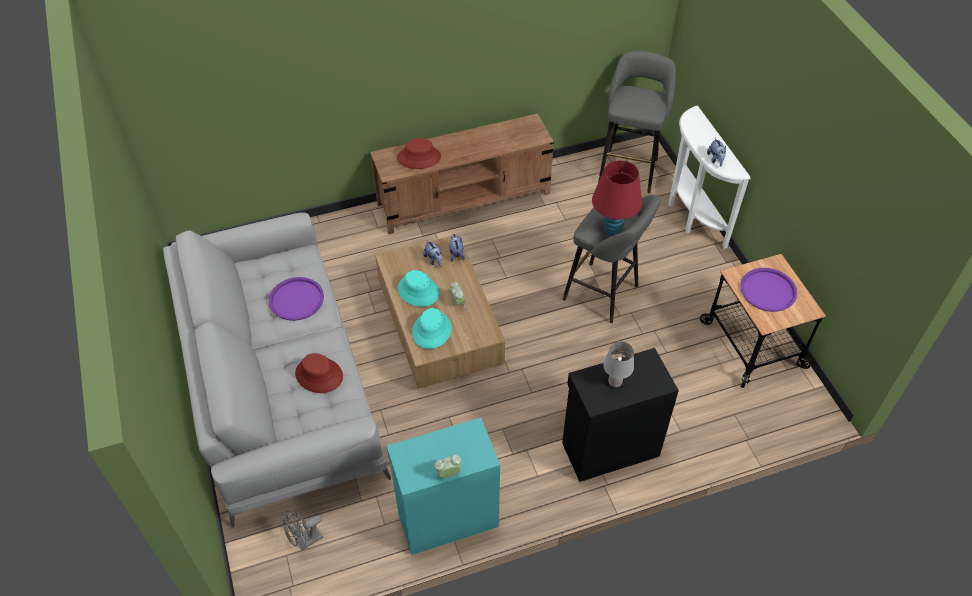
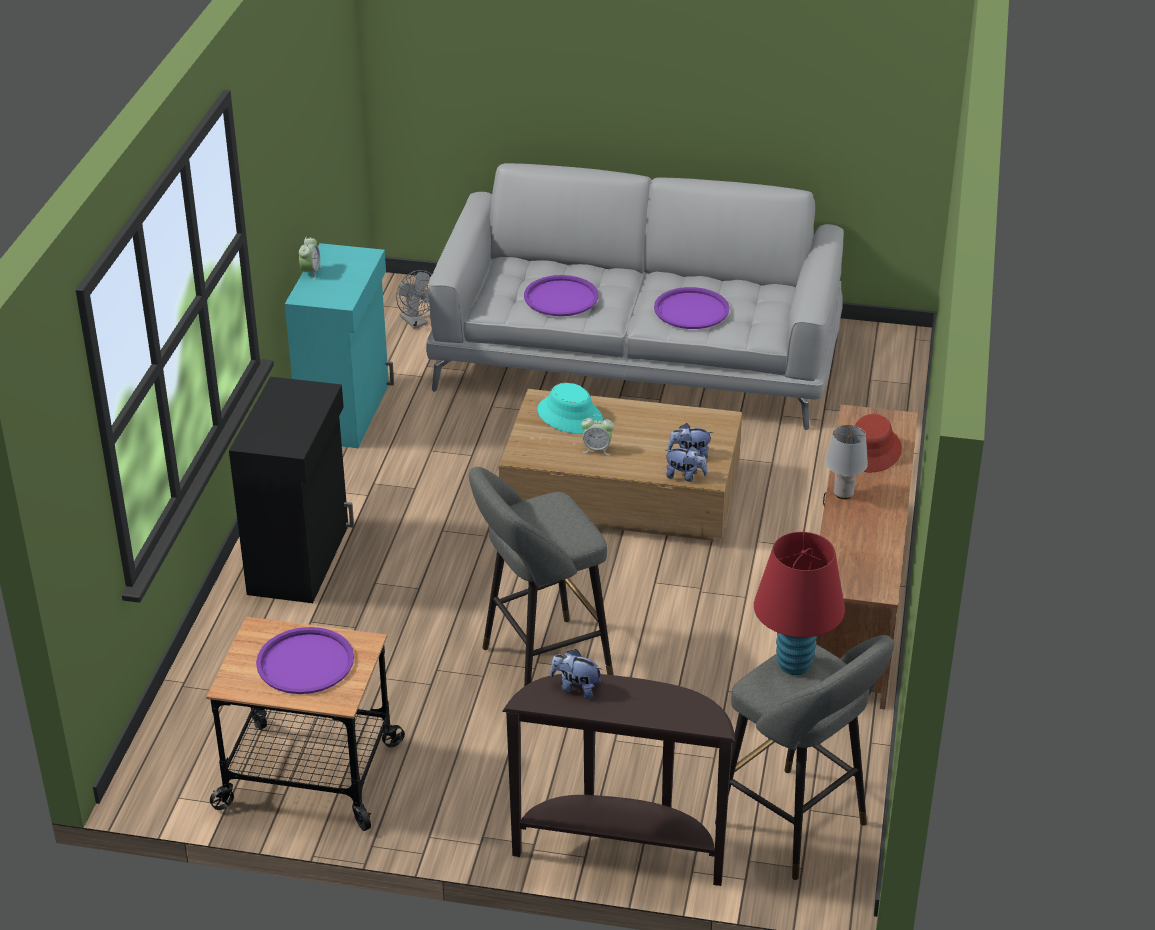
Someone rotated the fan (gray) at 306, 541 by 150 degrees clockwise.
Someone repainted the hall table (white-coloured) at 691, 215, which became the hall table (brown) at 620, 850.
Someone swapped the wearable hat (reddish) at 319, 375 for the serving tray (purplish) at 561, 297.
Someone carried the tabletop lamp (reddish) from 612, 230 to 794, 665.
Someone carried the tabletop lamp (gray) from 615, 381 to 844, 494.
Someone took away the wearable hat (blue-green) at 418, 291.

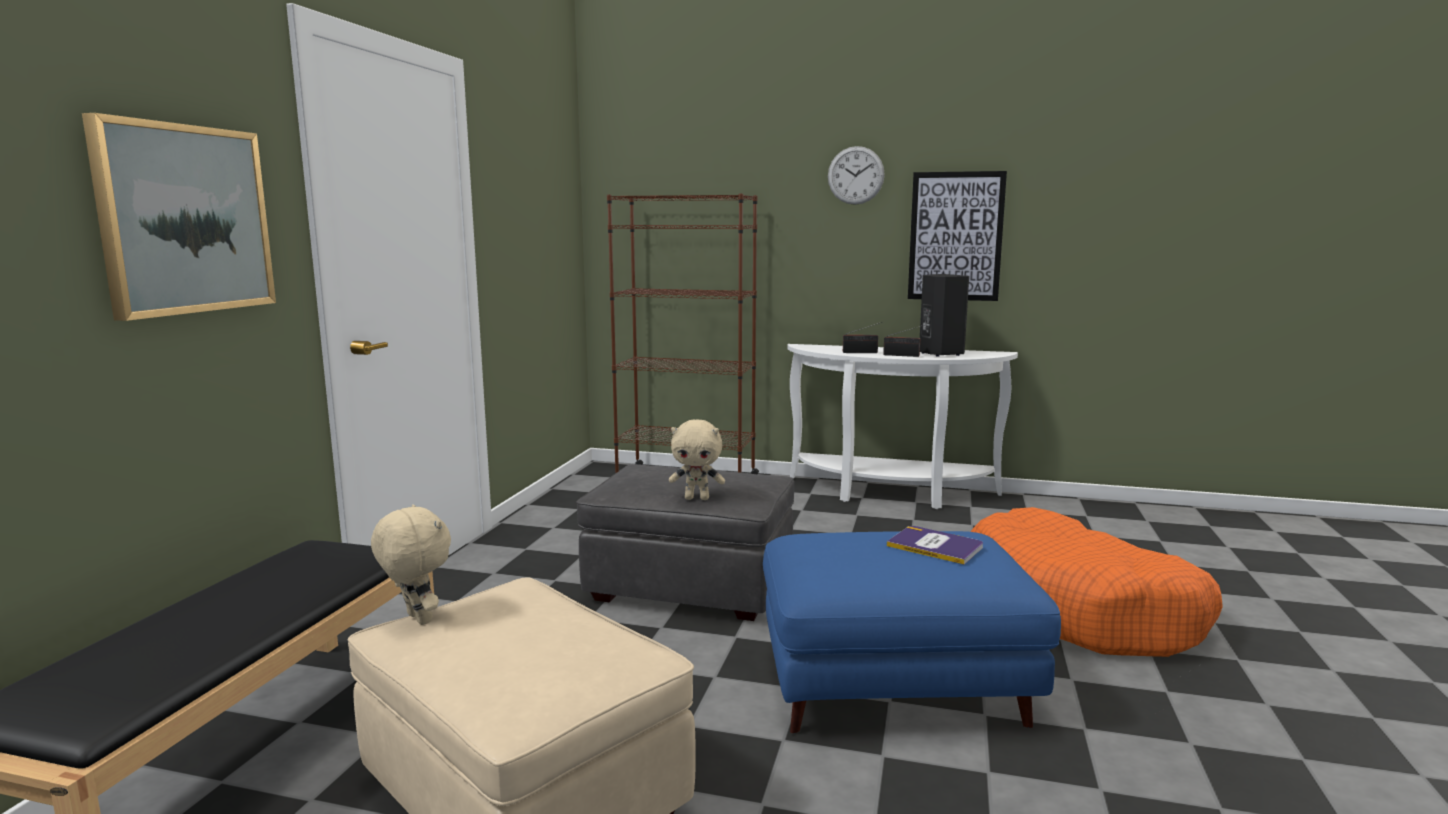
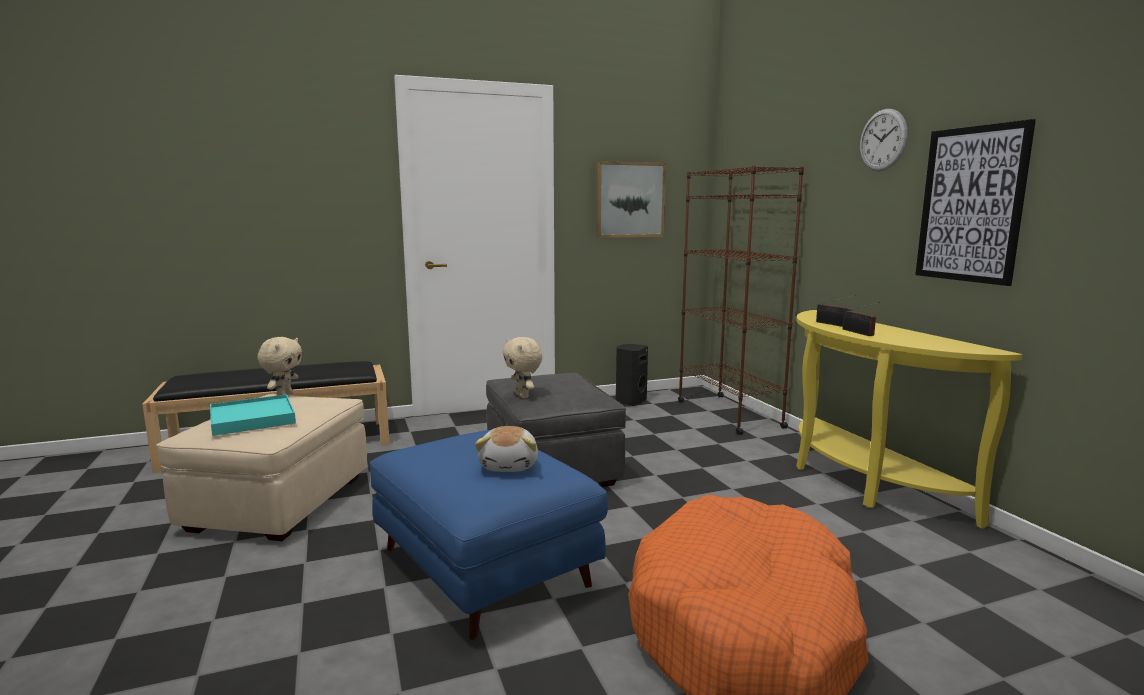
Someone put down the serving tray (blue-green) at 252, 419.
Someone swapped the bound book at 935, 546 for the soft toy at 510, 465.
Someone carried the wall art from 185, 219 to 630, 200.
Someone carried the audio speaker (blackish) from 939, 354 to 630, 401.
Someone repainted the hall table (white-coloured) at 890, 494, which became the hall table (yellow) at 858, 481.

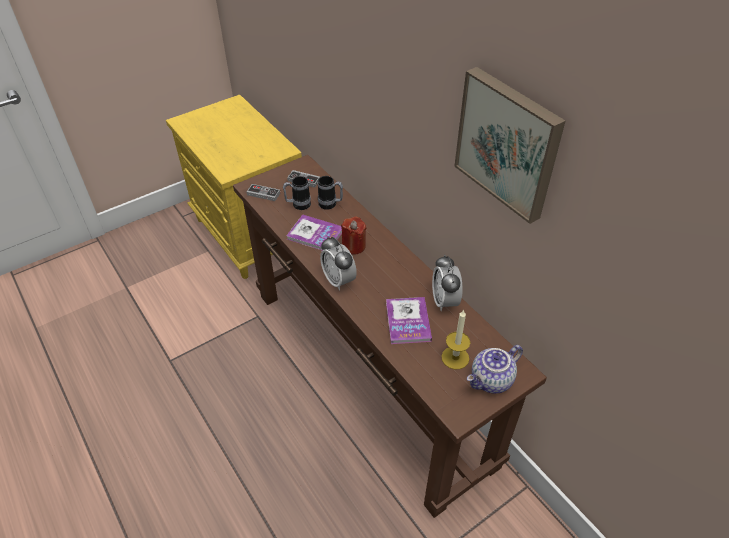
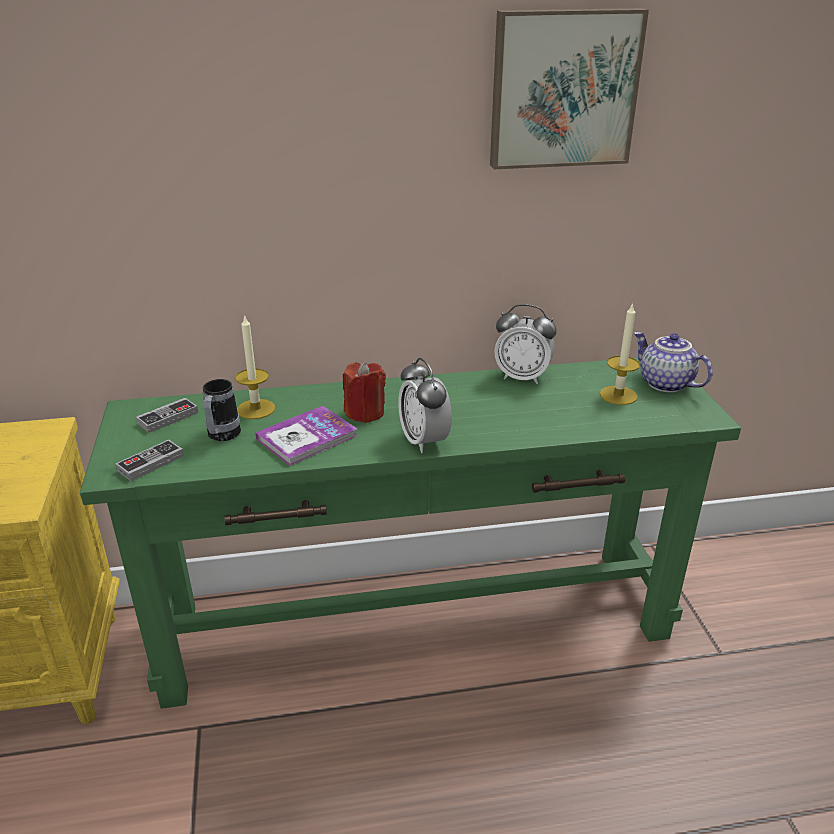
Someone repainted the hall table (brown) at 367, 373, which became the hall table (green-coloured) at 416, 624.
Someone swapped the coffee mug at 331, 205 for the wax light at 256, 409.
Someone rotated the bedside clock at 339, 280 by 75 degrees clockwise.
Someone rotated the tea pot at 492, 381 by 150 degrees clockwise.
Someone took away the bound book at 408, 321.

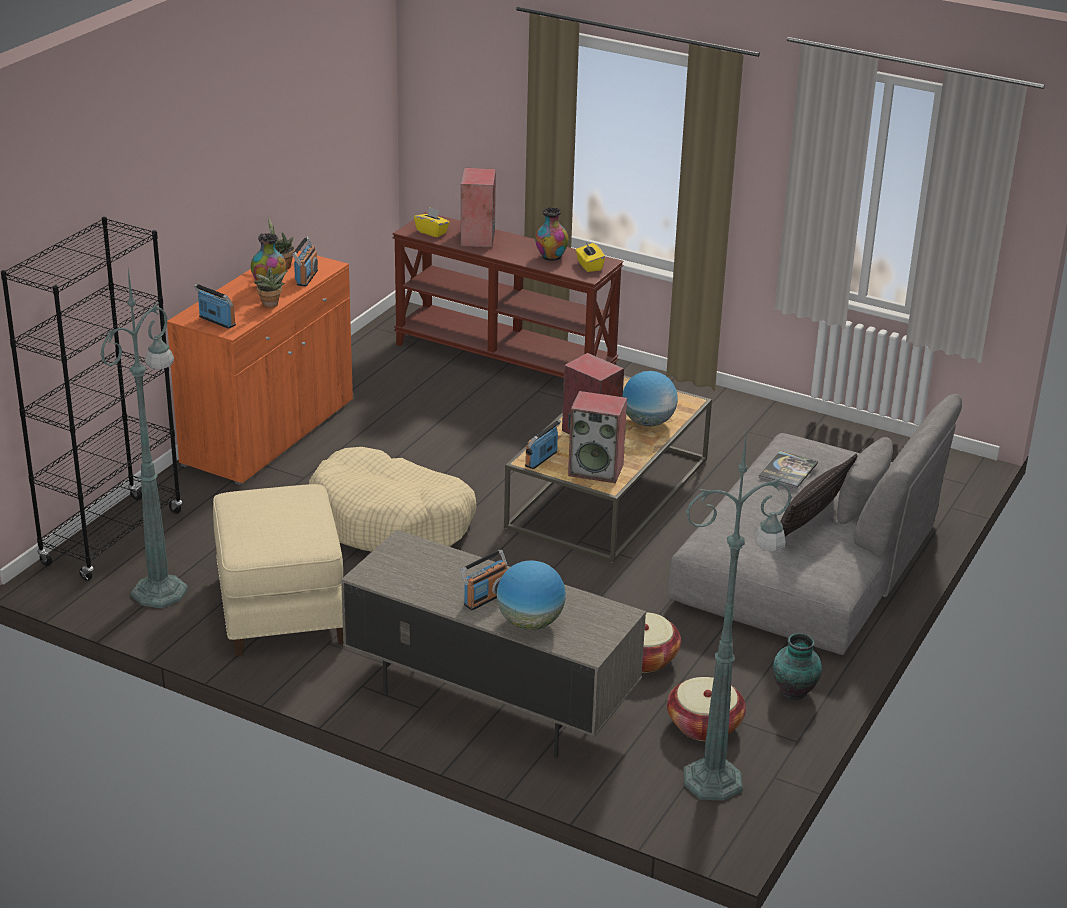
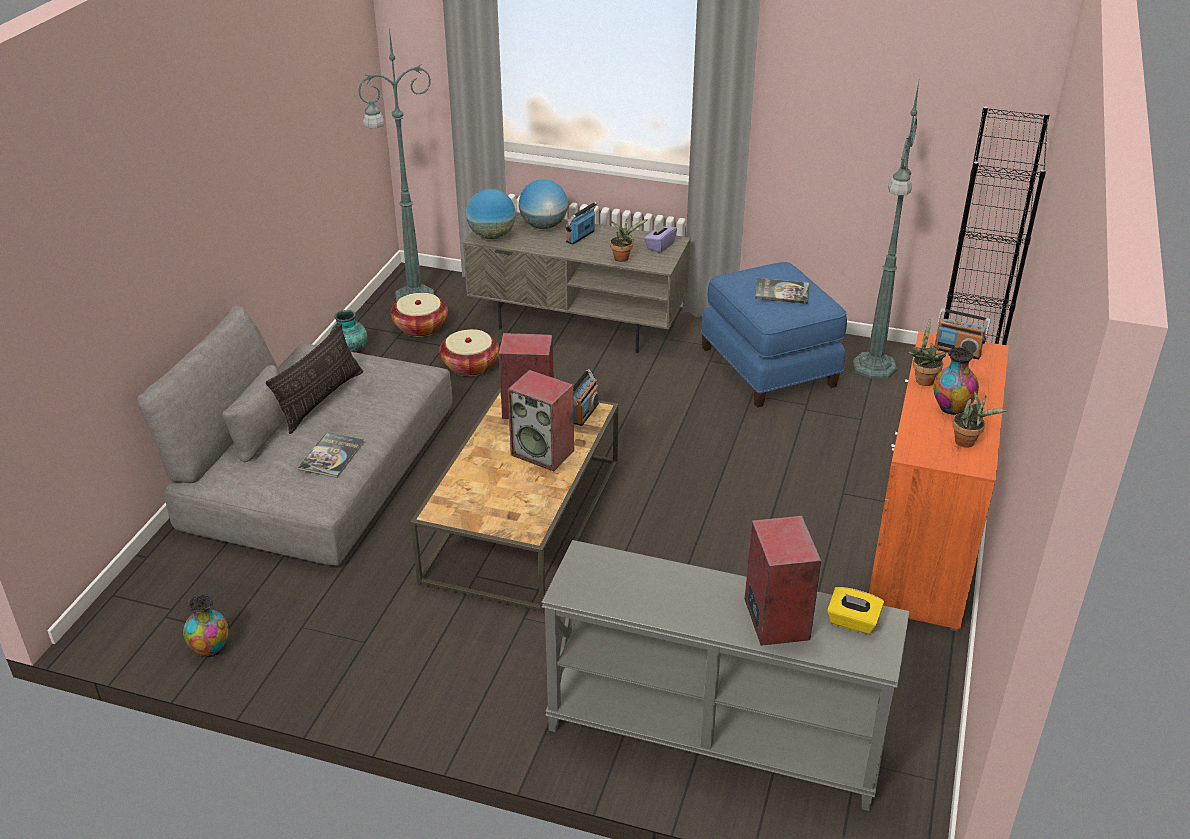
Someone carried the decorative vase from 551, 257 to 211, 649.
Someone carried the world globe from 648, 422 to 492, 236.
Someone repainted the hall table (brown) at 506, 358, which became the hall table (gray) at 712, 737.
Someone put down the potted plant at 623, 258.
Someone put down the tissue holder (purplish) at 660, 246.
Someone repainted the footrest (beige) at 280, 608, which became the footrest (blue-coloured) at 770, 366.
Someone put down the bound book at 782, 292.
Someone took away the radio at 306, 277.
Someone took away the dog cushion (beige) at 391, 521.
Someone took away the tissue holder (yellow) at 589, 266.

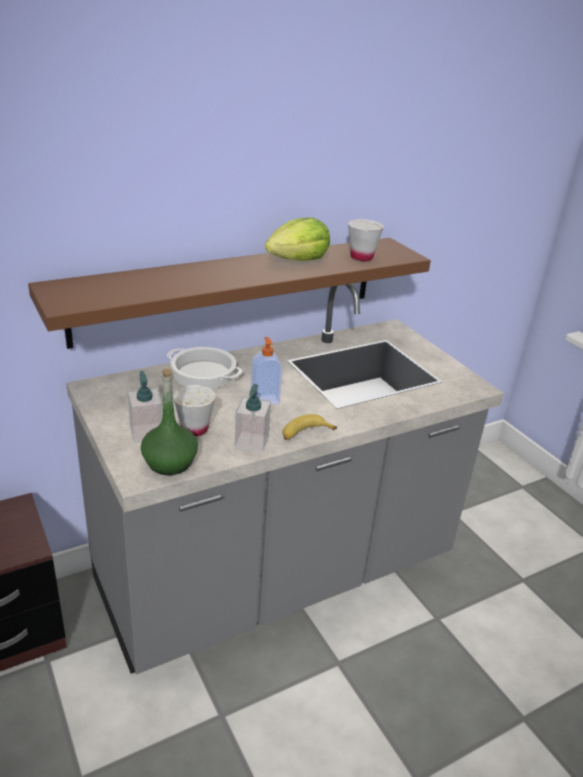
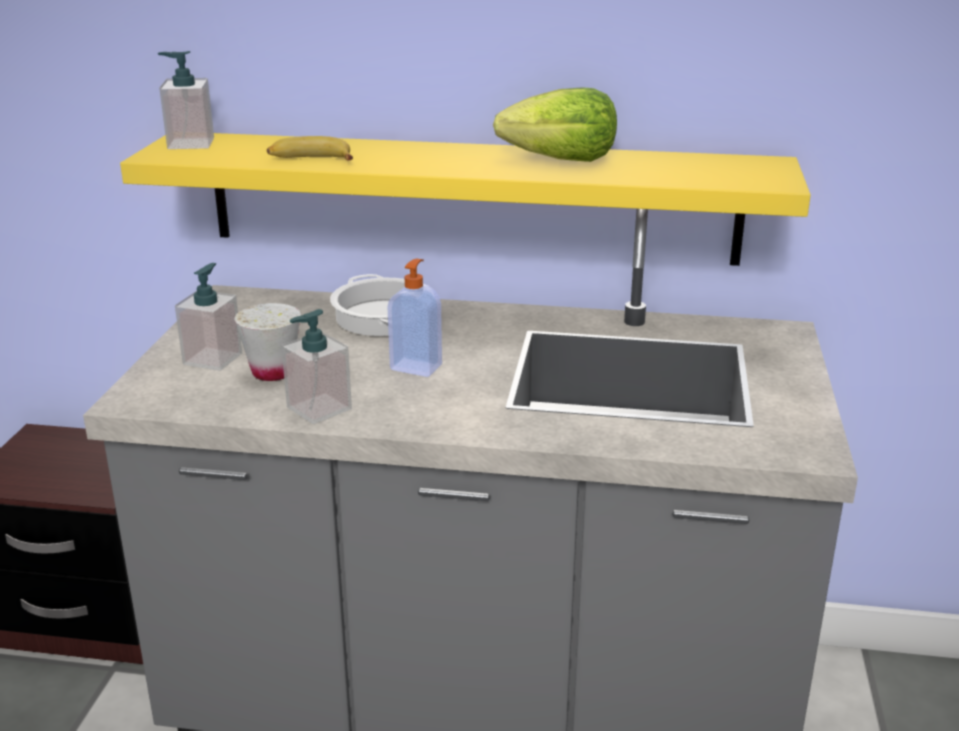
Someone repainted the shelf (brown) at 231, 289, which became the shelf (yellow) at 471, 197.
Someone put down the liquid soap bottle at 190, 143.
Someone carried the banana from 305, 434 to 310, 160.
Someone took away the bottle (green-coloured) at 170, 462.
Someone took away the small cup (white-coloured) at 361, 257.

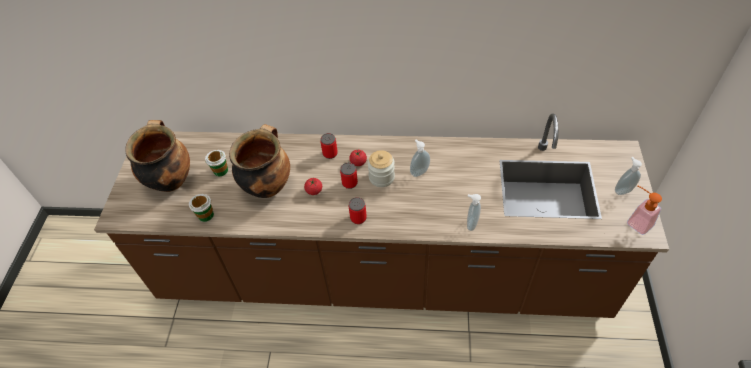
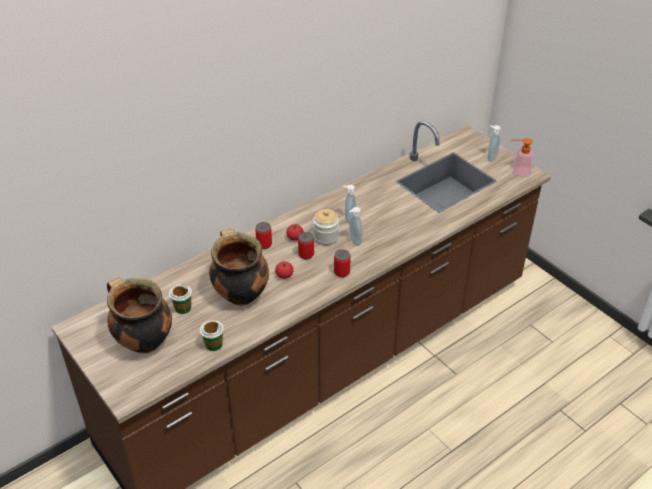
Someone carried the liquid soap bottle from 470, 224 to 354, 241.

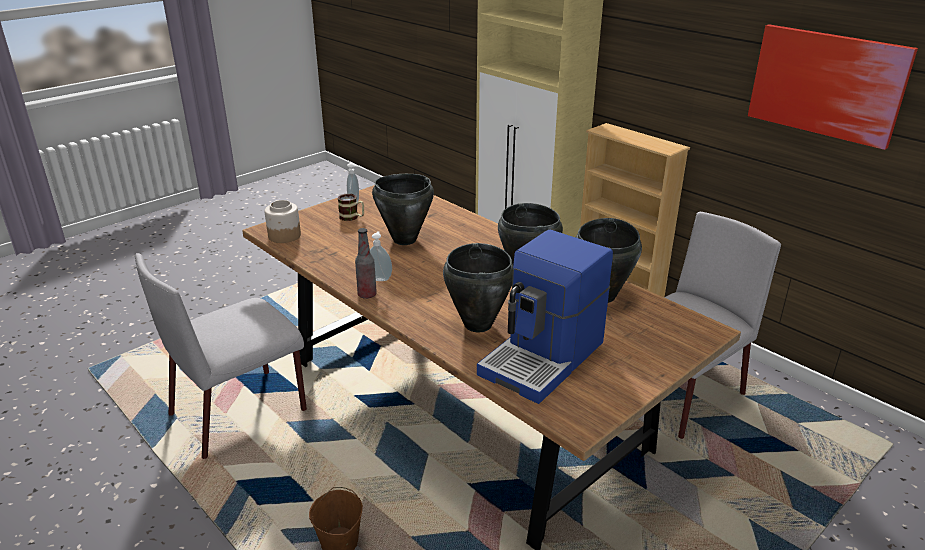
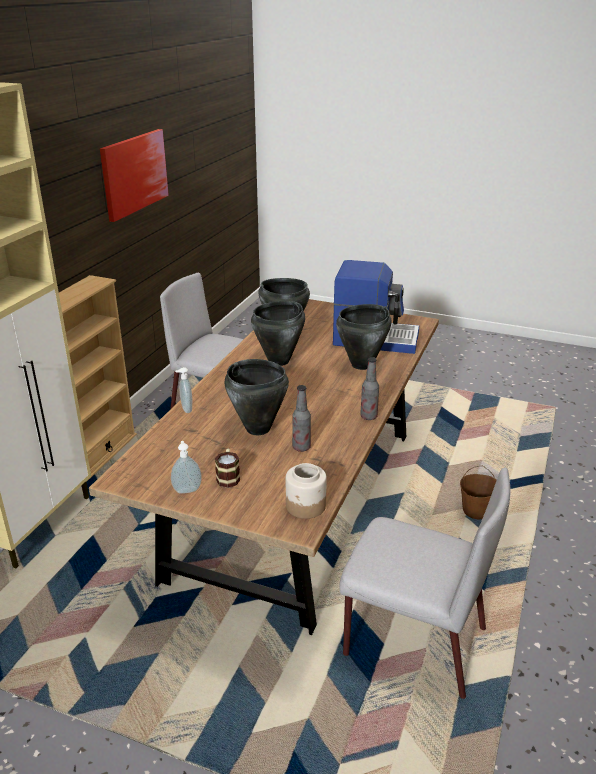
Someone carried the liquid soap bottle from 379, 278 to 185, 409.
Someone put down the bottle at 301, 447.

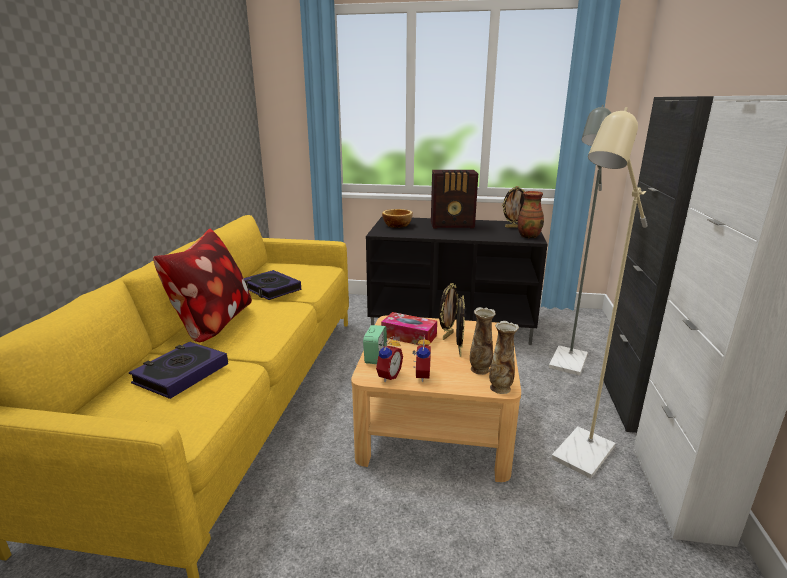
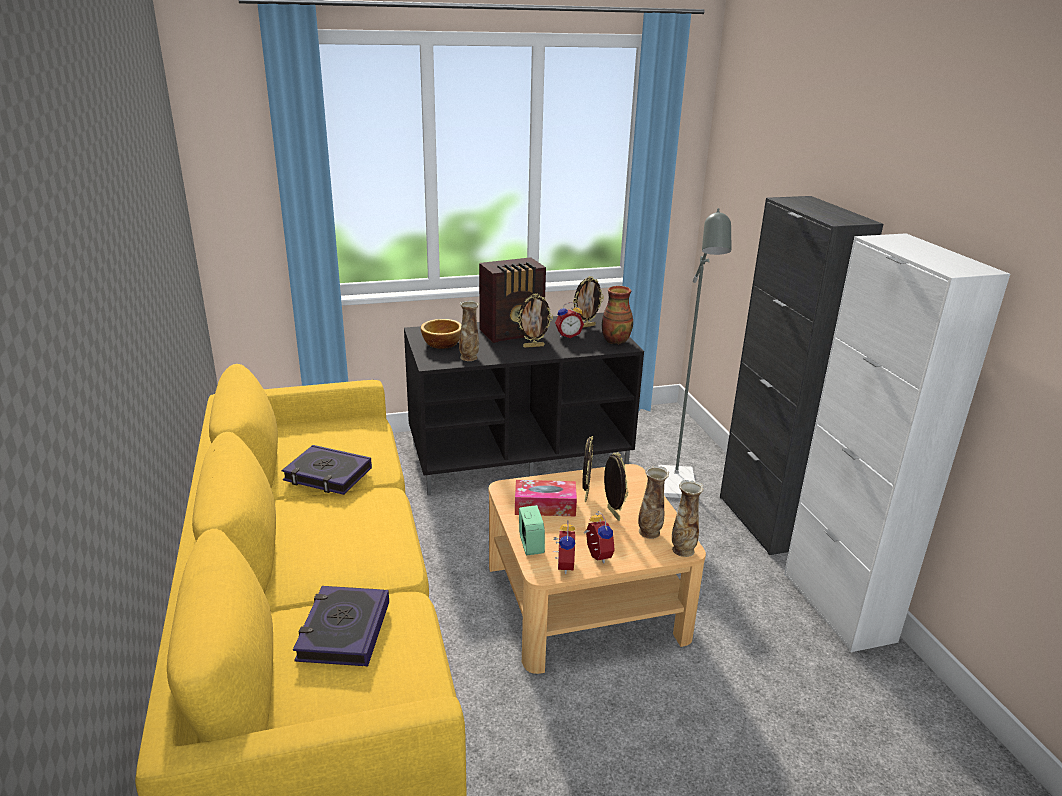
Someone put down the decorative vase at 469, 358.
Someone put down the picture frame at 533, 346.
Someone put down the bedside clock at 568, 335.
Someone took away the pillow at 212, 324.
Someone took away the standing lamp (beige) at 578, 459.

